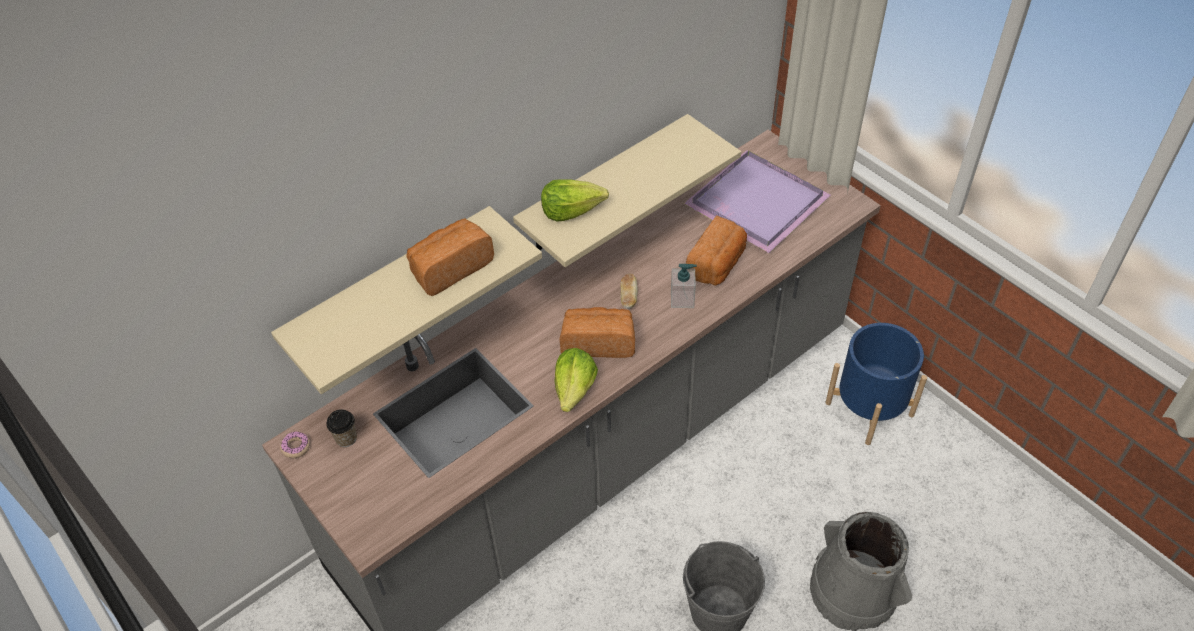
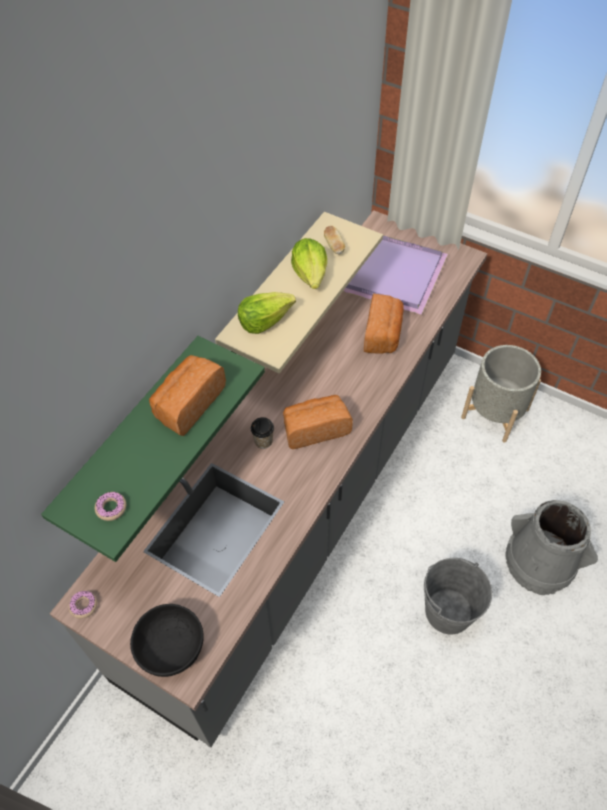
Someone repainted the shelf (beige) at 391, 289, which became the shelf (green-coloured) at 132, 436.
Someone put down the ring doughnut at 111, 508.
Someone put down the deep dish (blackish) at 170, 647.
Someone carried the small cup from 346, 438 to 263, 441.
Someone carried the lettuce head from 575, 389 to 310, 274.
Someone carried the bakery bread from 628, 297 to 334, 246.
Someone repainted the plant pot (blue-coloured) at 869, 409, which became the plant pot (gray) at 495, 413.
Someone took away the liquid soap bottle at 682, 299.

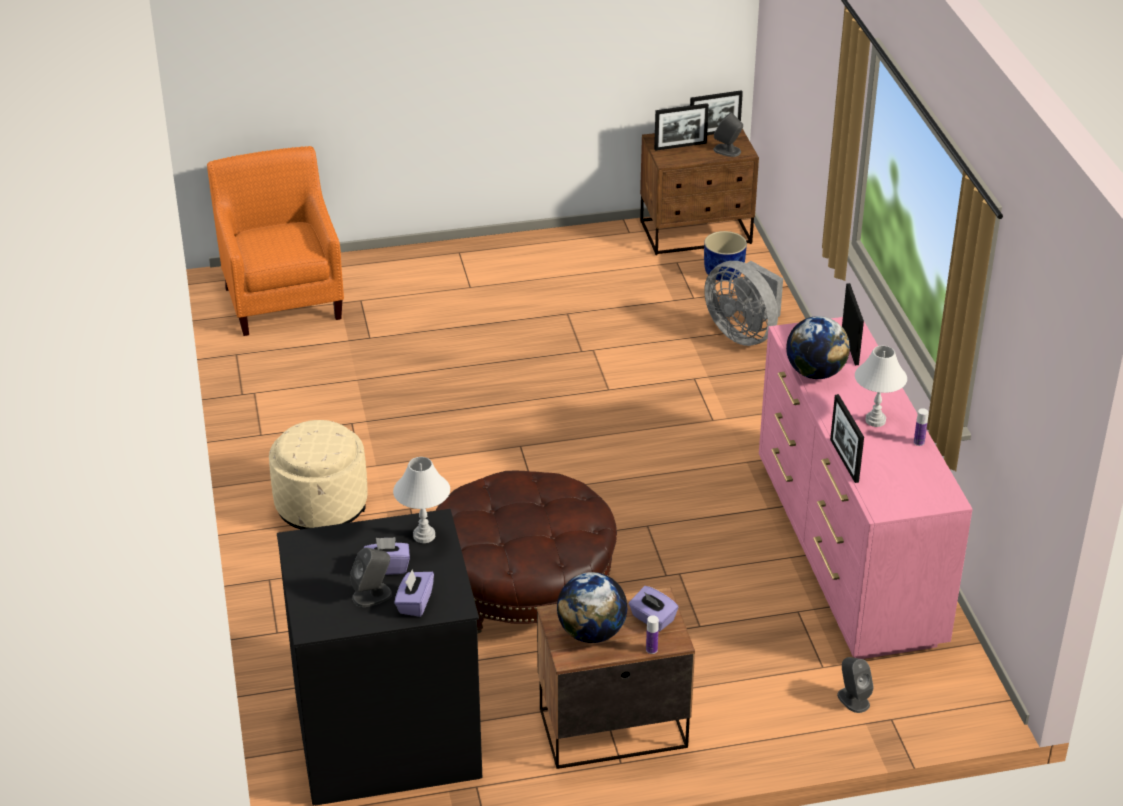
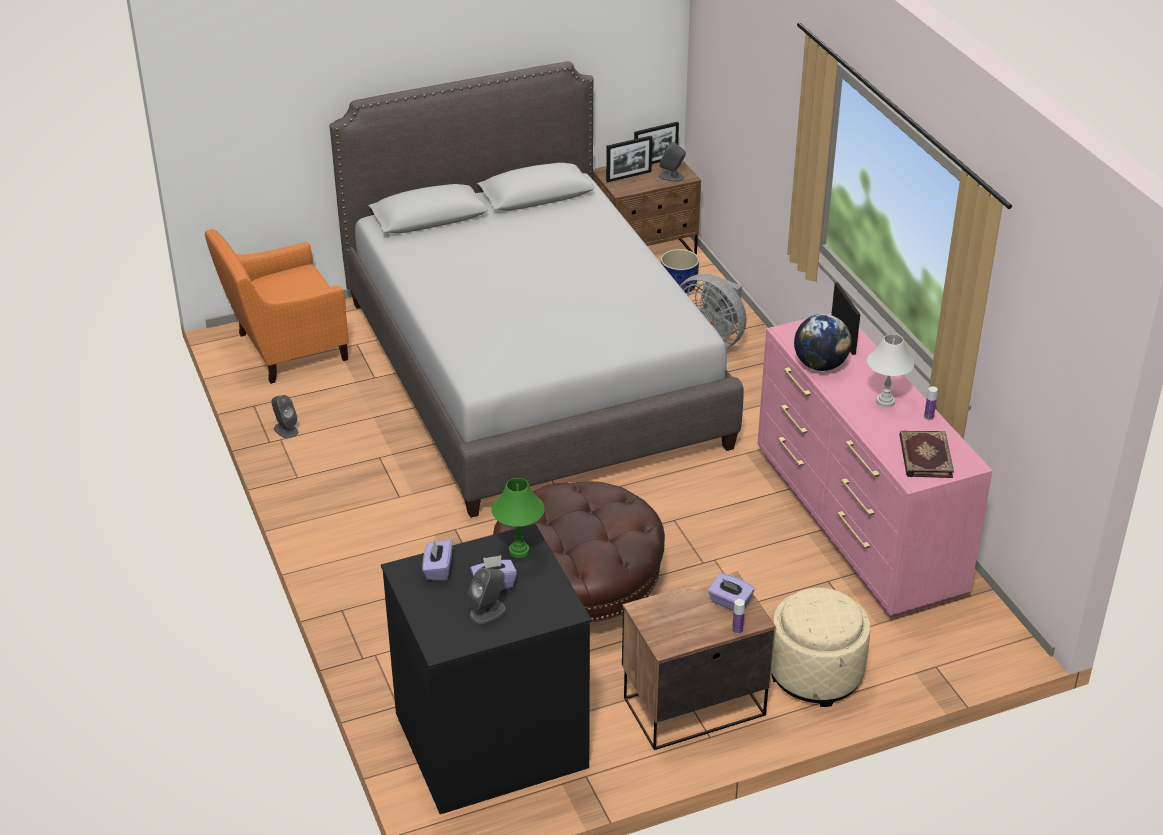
Someone rotated the easy chair (orange-coloured) at 283, 297 by 90 degrees counterclockwise.
Someone carried the audio speaker (gray) from 853, 699 to 285, 429.
Someone put down the bed (gray) at 533, 371.
Someone carried the tissue holder (purplish) from 414, 603 to 438, 569.
Someone repainted the tabletop lamp (white-coloured) at 424, 535, which became the tabletop lamp (green-coloured) at 519, 551.
Someone carried the footrest (beige) from 321, 506 to 816, 674.
Someone put down the bound book at 924, 457.
Someone took away the world globe at 592, 633.
Someone took away the picture frame at 844, 460.

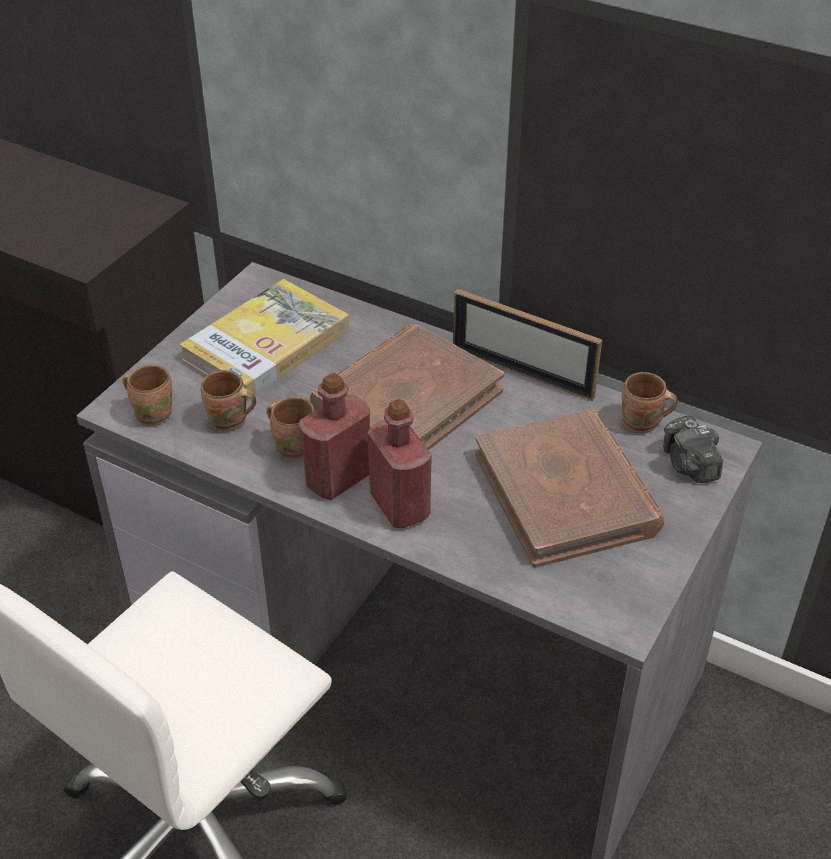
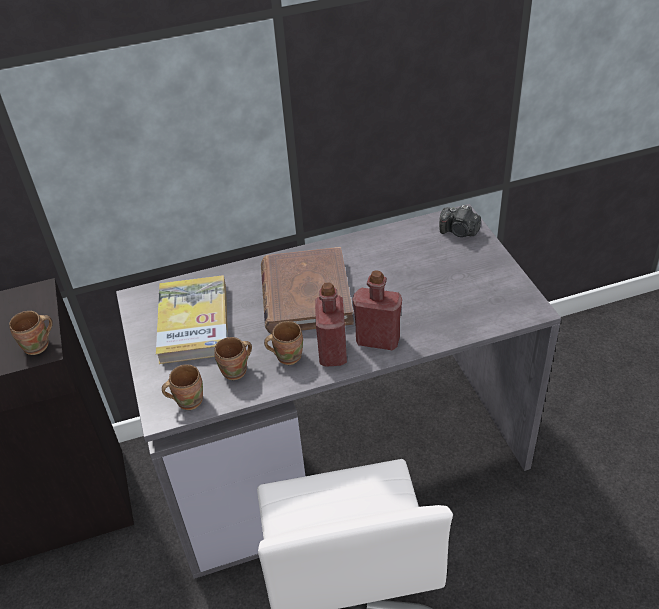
Someone carried the coffee mug (brown) from 642, 425 to 38, 346.
Someone took away the picture frame at 522, 372.
Someone took away the bound book (brown) at 566, 493.

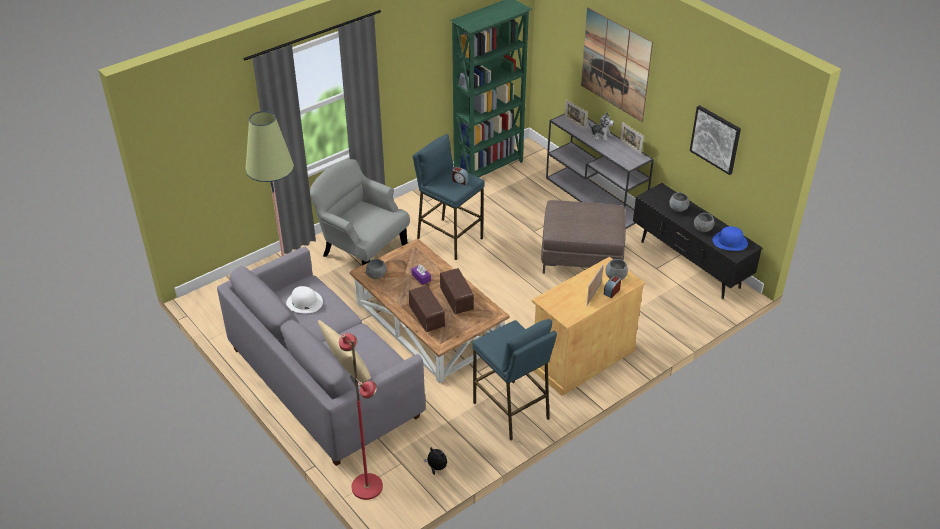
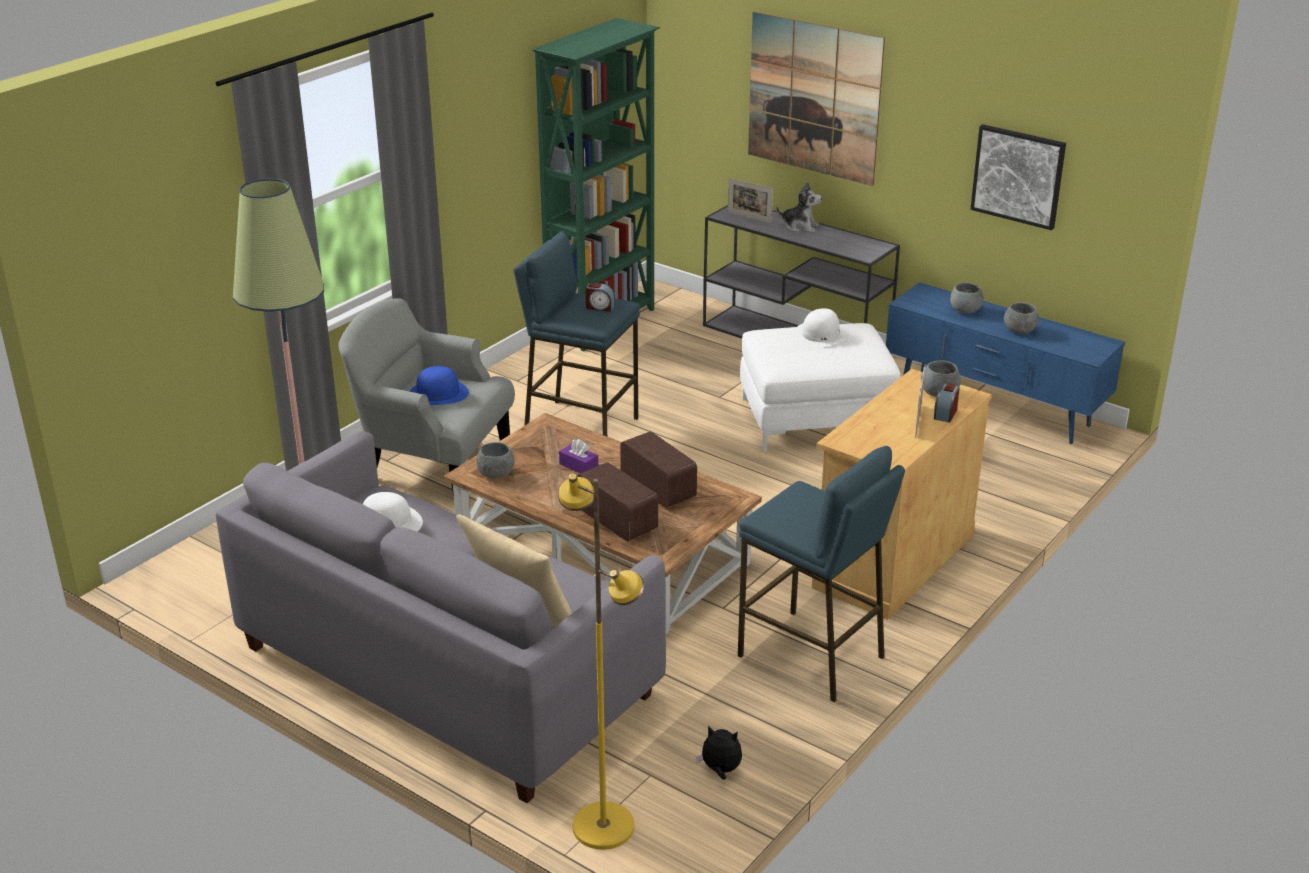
Someone carried the wearable hat (blue-coloured) from 730, 241 to 438, 393.
Someone repainted the standing lamp (reddish) at 367, 486, which became the standing lamp (yellow) at 604, 826.
Someone repainted the footrest (brown) at 582, 256, which became the footrest (white-coloured) at 815, 419.
Someone put down the wearable hat (white-coloured) at 820, 335.
Someone repainted the media console (blackish) at 689, 265, which became the media console (blue-coloured) at 993, 407.
Someone took away the picture frame at 630, 147.

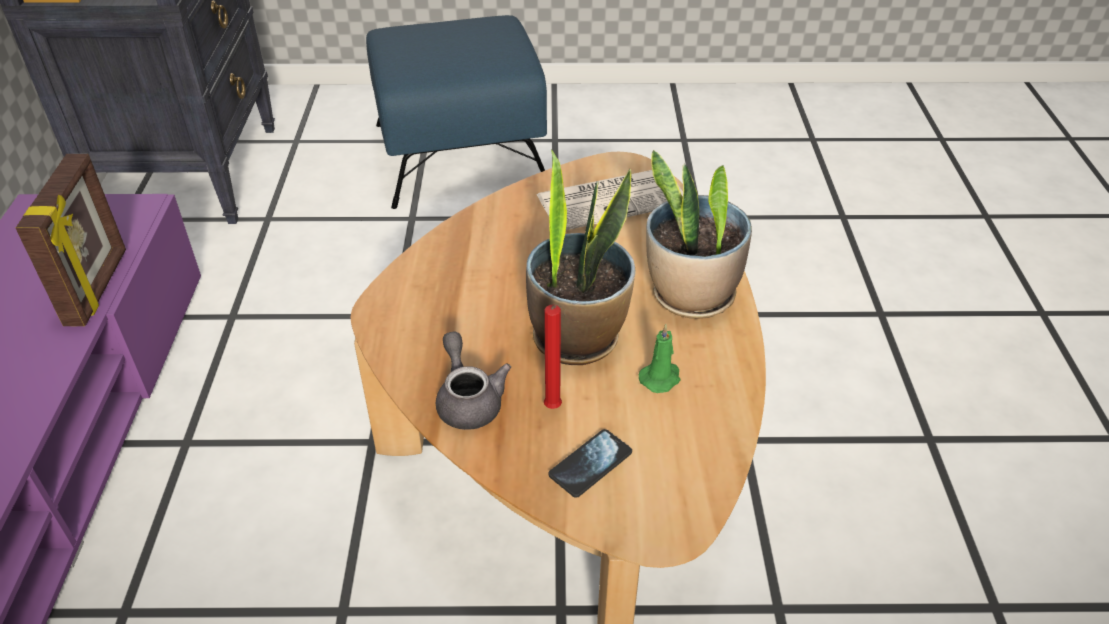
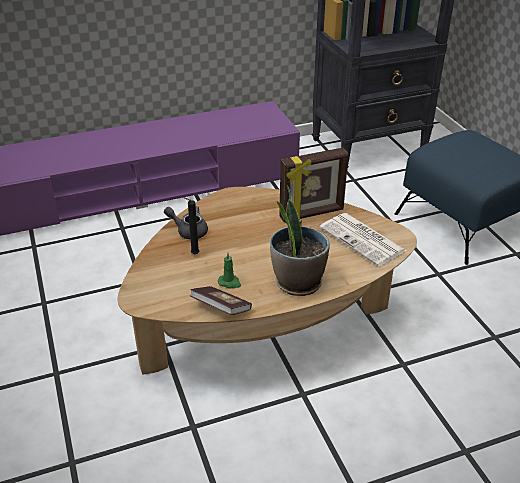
Someone rotated the tea pot (gray) at 468, 400 by 120 degrees counterclockwise.
Someone repainted the wax light (reddish) at 552, 409, which became the wax light (blackish) at 193, 254.
Someone put down the bound book at 221, 309.
Someone carried the picture frame from 99, 287 to 312, 214.
Someone took away the potted plant at 577, 337.
Someone took away the telephone at 590, 464.

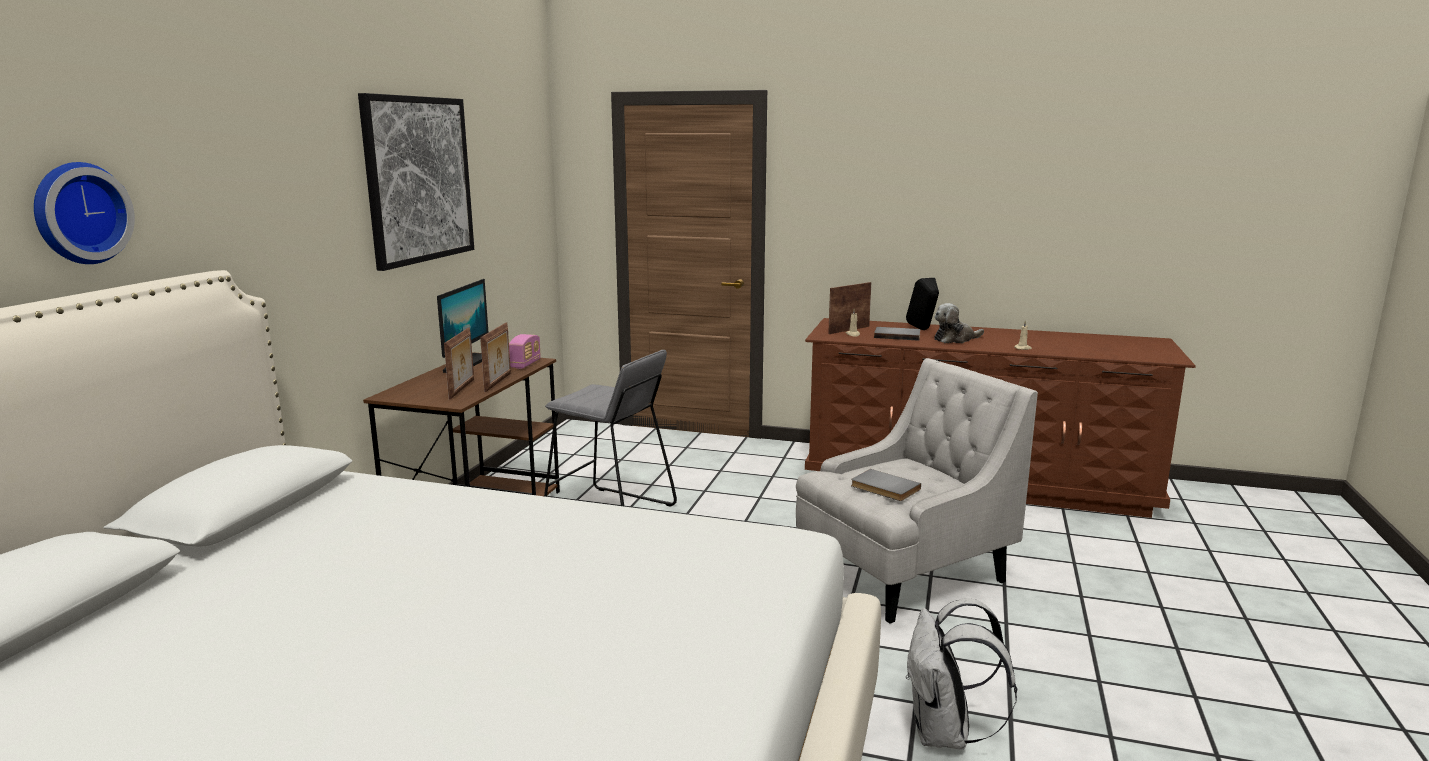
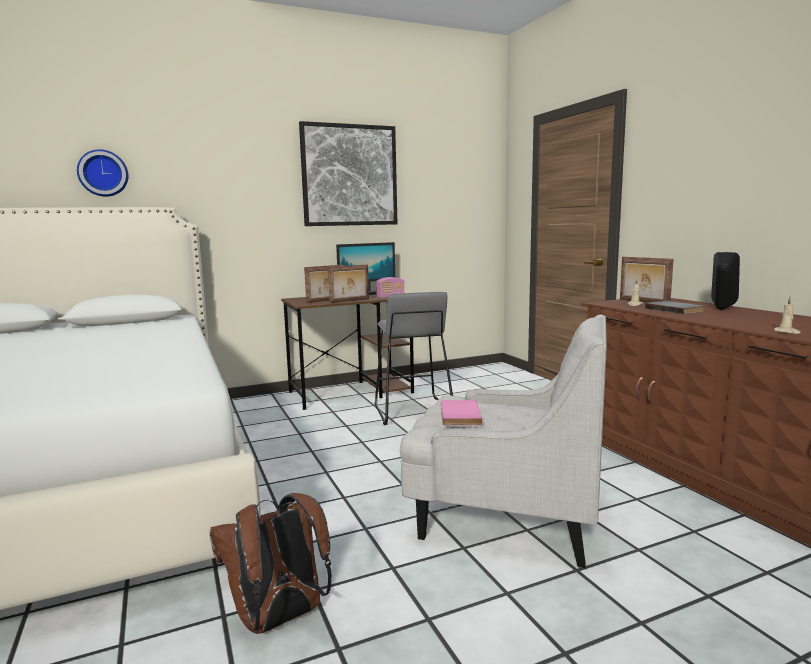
Someone repainted the knapsack (white-coloured) at 945, 734, which became the knapsack (brown) at 279, 620.
Someone repainted the bound book (gray) at 884, 488, which became the bound book (pink) at 458, 415.
Someone rotated the picture frame at 848, 330 by 135 degrees counterclockwise.
Someone took away the soft toy at 955, 339.

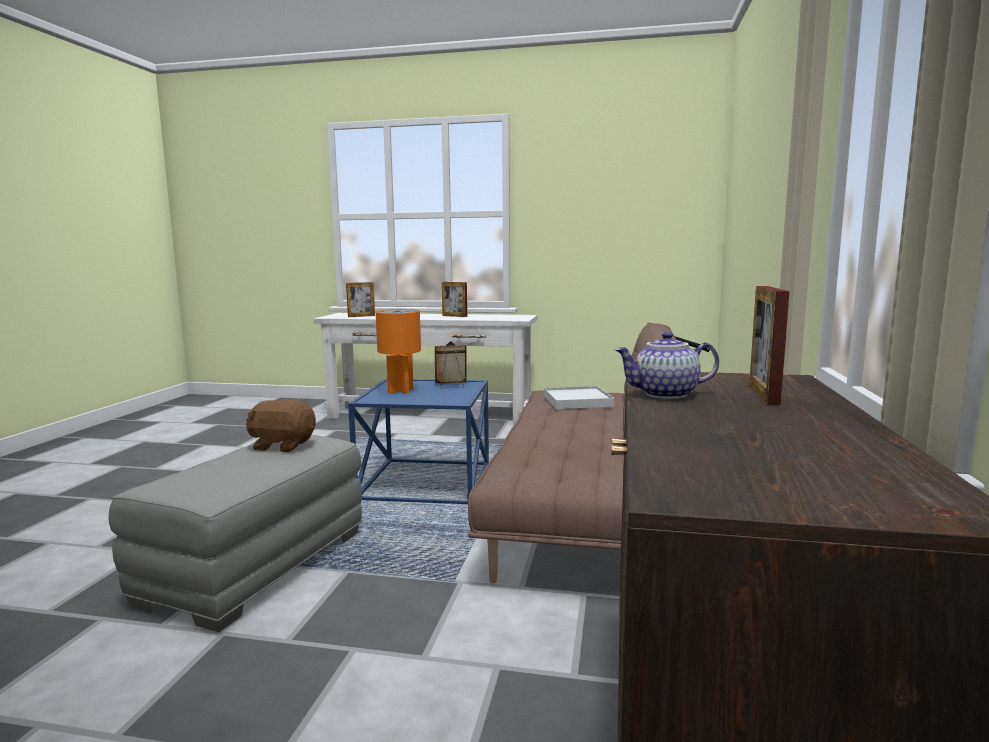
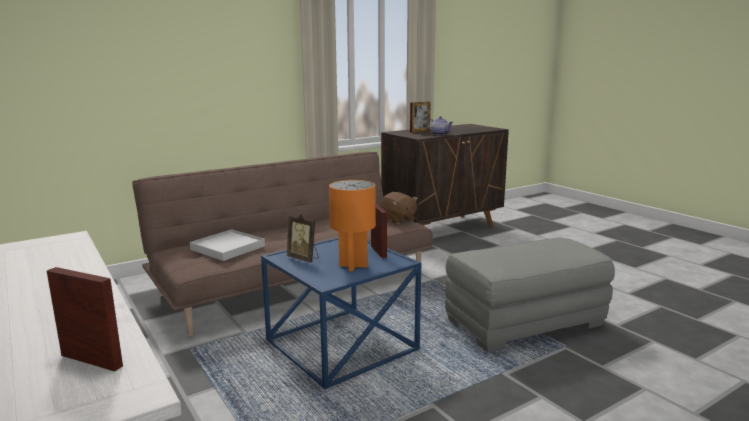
Someone carried the picture frame from 454, 316 to 378, 251.
Someone carried the soft toy (brown) from 282, 445 to 398, 220.

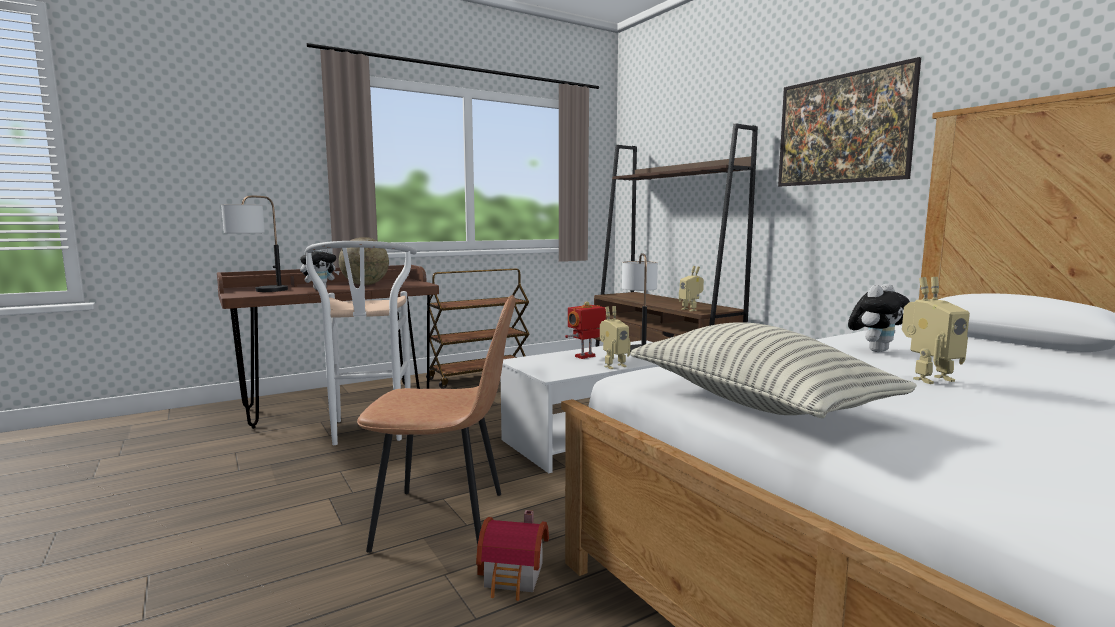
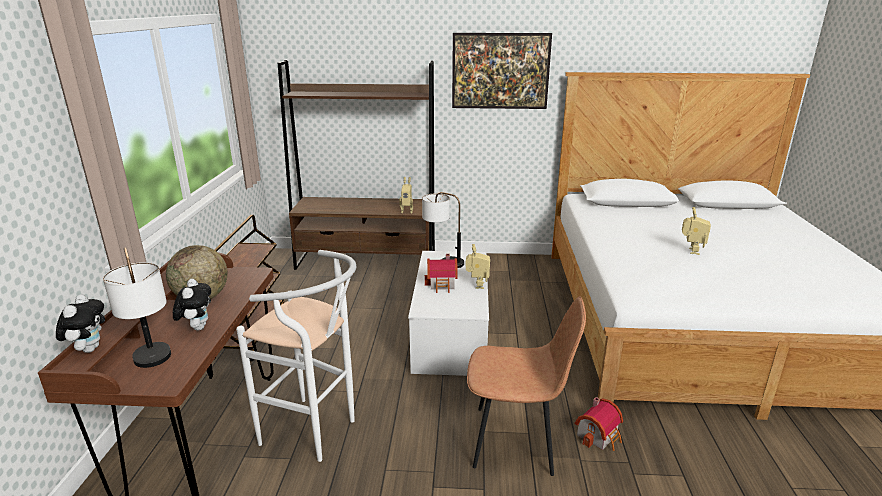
Someone carried the soft toy from 875, 350 to 89, 349.
Someone swapped the model robot at 586, 357 for the miniature house at 443, 284.
Someone rotated the plain chair (brown) at 444, 521 by 60 degrees clockwise.
Someone took away the pillow at 754, 403.

